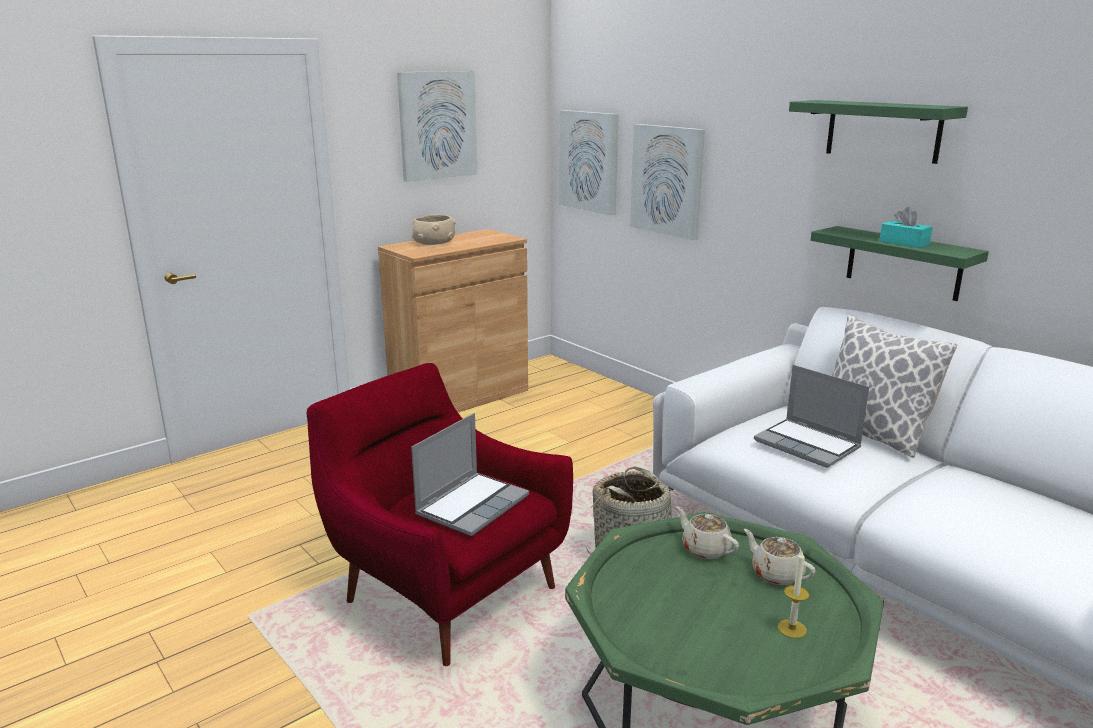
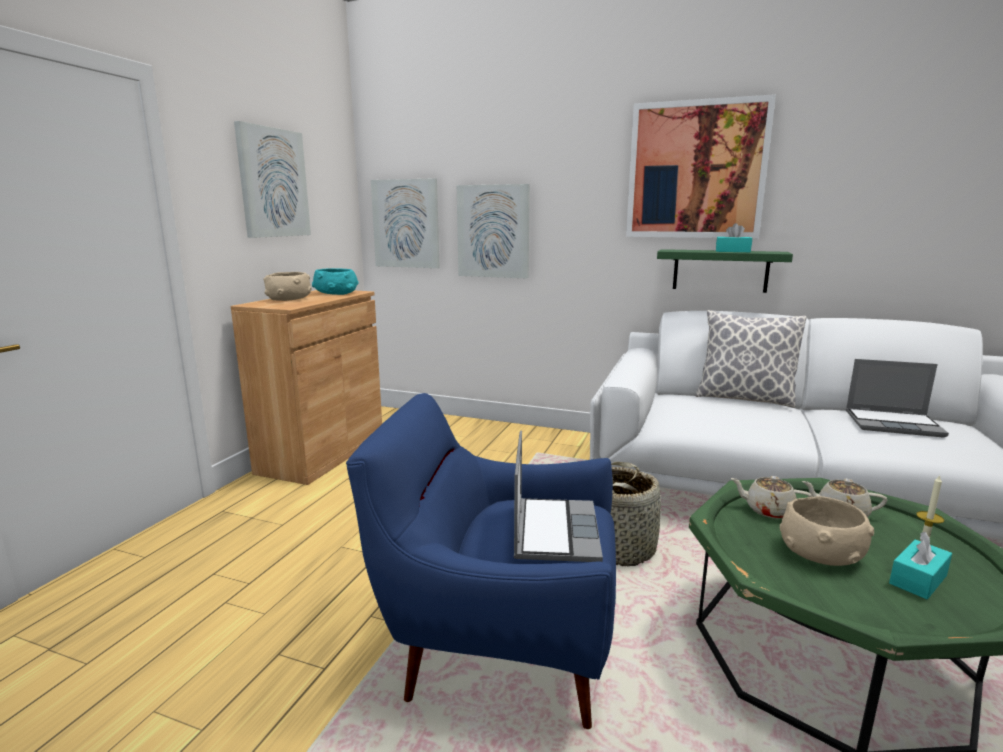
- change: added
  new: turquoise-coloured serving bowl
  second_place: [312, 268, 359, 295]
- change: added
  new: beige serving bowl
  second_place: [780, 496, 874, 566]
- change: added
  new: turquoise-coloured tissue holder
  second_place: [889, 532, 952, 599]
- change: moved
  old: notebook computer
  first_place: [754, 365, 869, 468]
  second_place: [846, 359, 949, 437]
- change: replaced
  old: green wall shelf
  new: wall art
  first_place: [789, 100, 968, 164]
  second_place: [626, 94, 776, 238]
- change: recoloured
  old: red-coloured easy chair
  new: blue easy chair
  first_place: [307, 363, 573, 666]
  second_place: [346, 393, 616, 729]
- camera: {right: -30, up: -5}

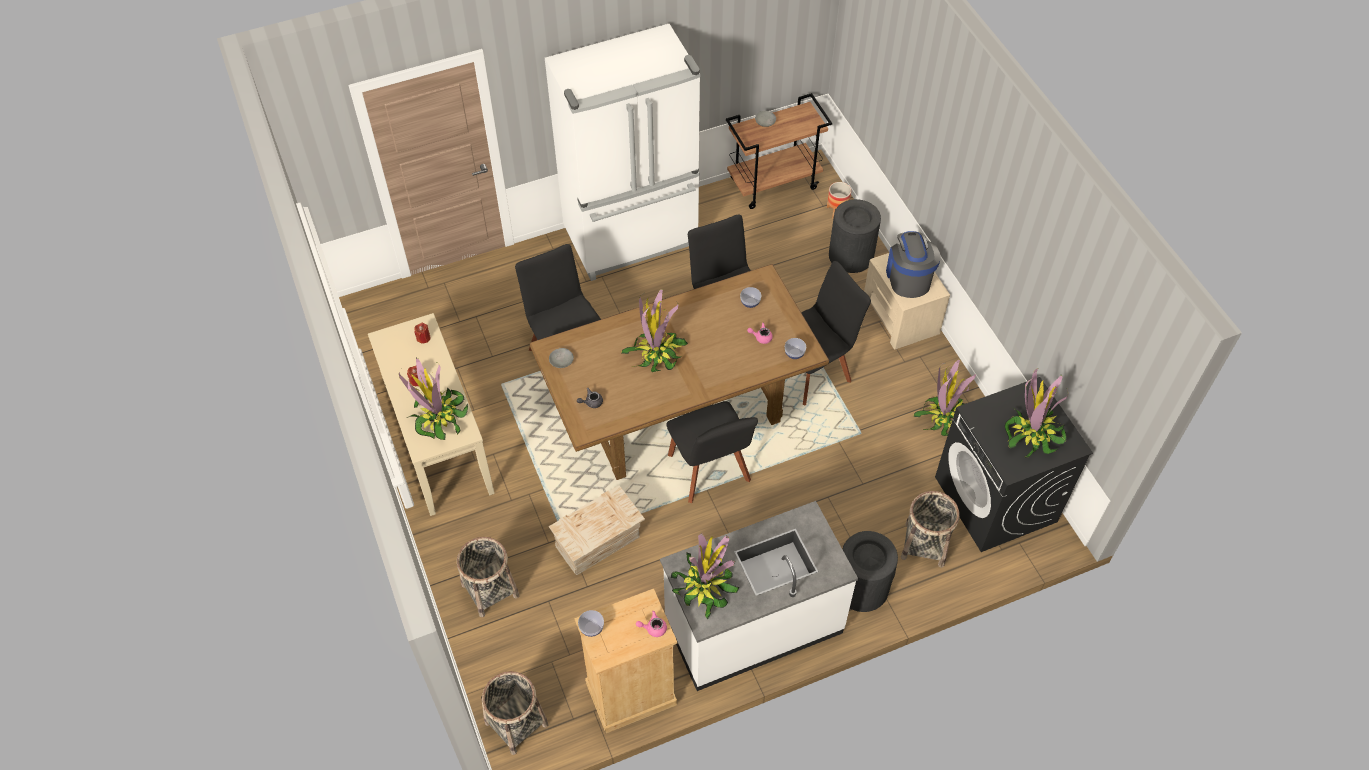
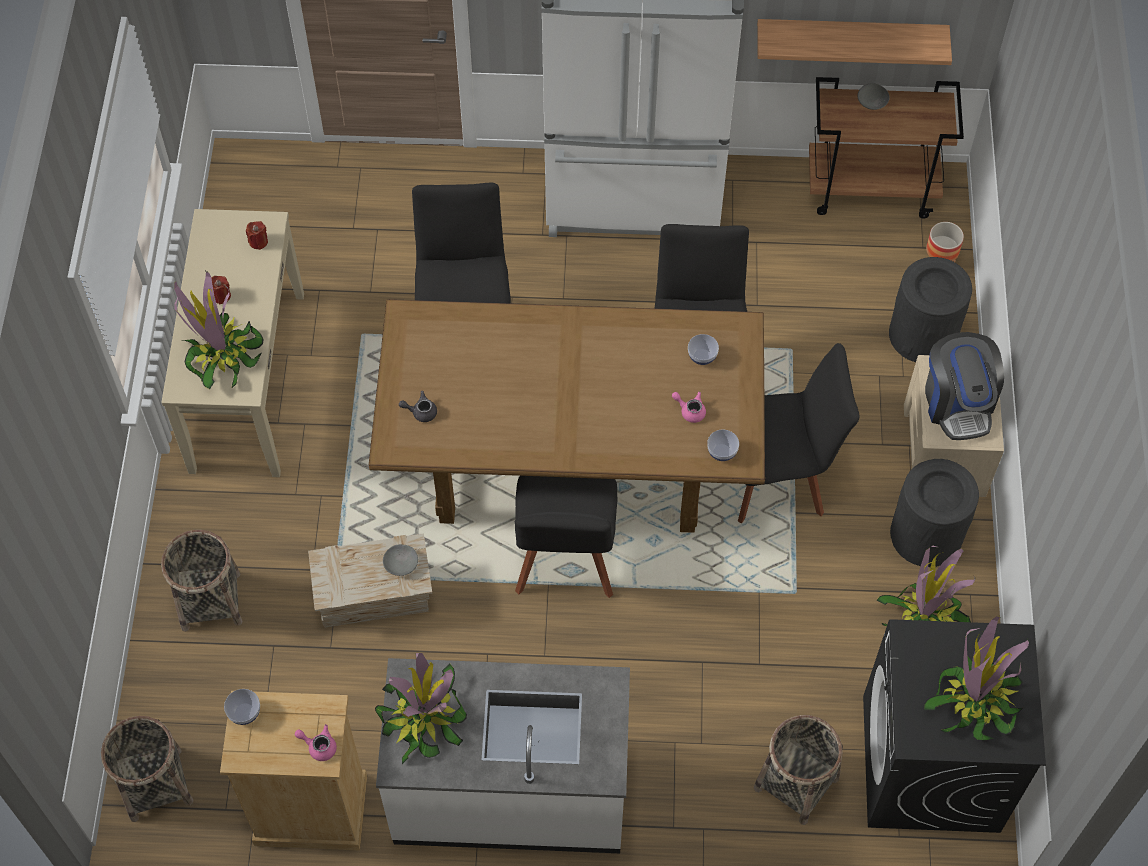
- change: removed
  old: plant in a pot
  first_place: [621, 289, 688, 372]
- change: added
  new: wall shelf
  second_place: [757, 19, 952, 65]
- change: moved
  old: gray serving bowl
  first_place: [549, 348, 574, 368]
  second_place: [383, 544, 418, 576]
- change: moved
  old: black trash can
  first_place: [842, 531, 898, 612]
  second_place: [890, 459, 979, 567]
- change: turned
  old: coffee maker
  first_place: [886, 231, 941, 298]
  second_place: [925, 332, 1004, 440]
  degrees: 150
- camera: {right: 25, up: 5}

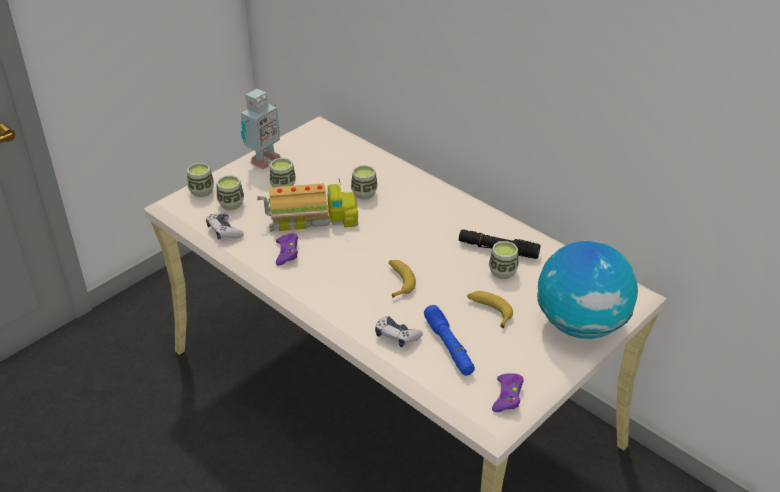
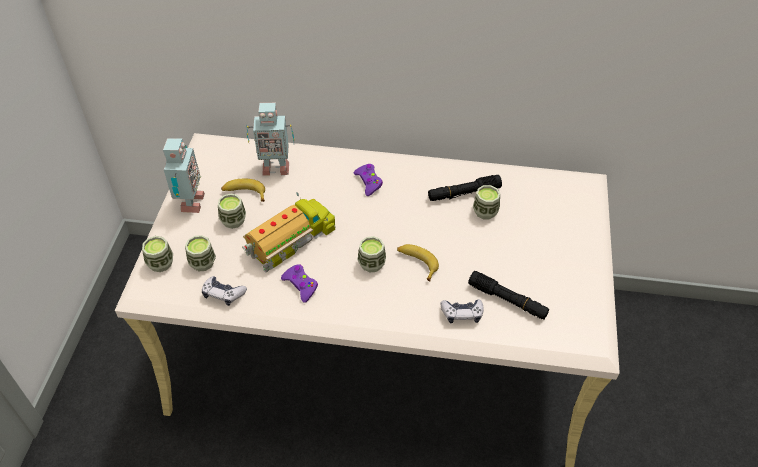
- change: removed
  old: world globe
  first_place: [537, 241, 638, 339]
- change: added
  new: model robot
  second_place: [246, 103, 294, 175]
- change: moved
  old: cup
  first_place: [351, 165, 378, 200]
  second_place: [357, 236, 386, 273]
- change: moved
  old: banana
  first_place: [468, 291, 513, 328]
  second_place: [221, 179, 265, 202]
- change: moved
  old: purplish joypad
  first_place: [492, 373, 524, 412]
  second_place: [354, 164, 383, 196]
- change: recoloured
  old: blue torch
  new: black torch
  first_place: [424, 305, 475, 376]
  second_place: [468, 271, 549, 320]
- camera: {right: -35, up: 10}

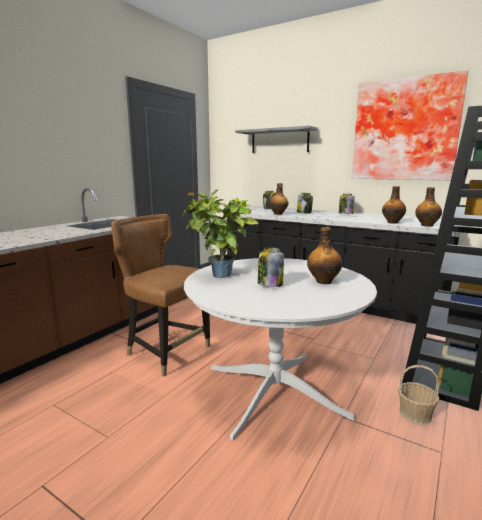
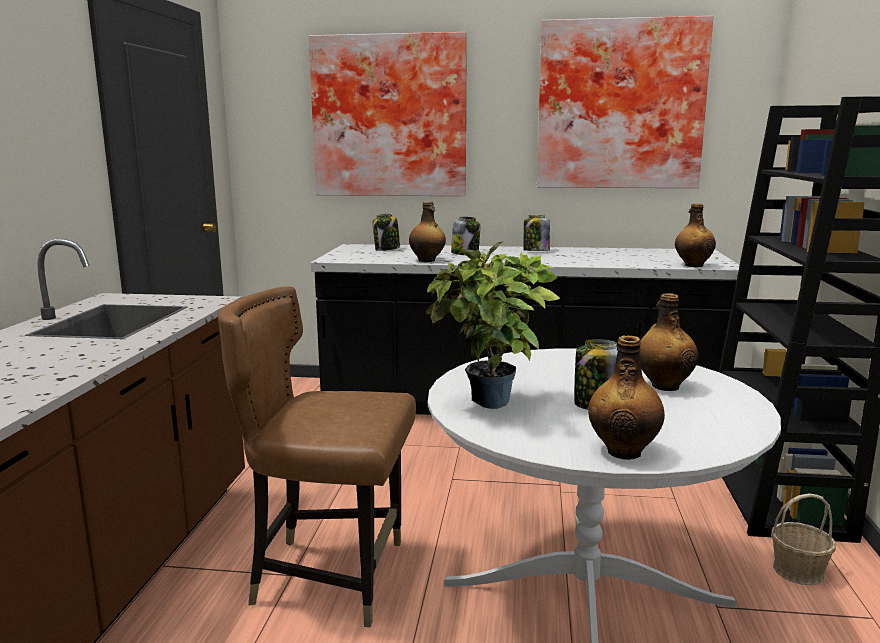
- change: moved
  old: bottle
  first_place: [382, 186, 406, 223]
  second_place: [588, 336, 665, 460]
- change: replaced
  old: gray wall shelf
  new: wall art
  first_place: [235, 126, 318, 153]
  second_place: [308, 32, 467, 196]
- camera: {right: -25, up: 0}

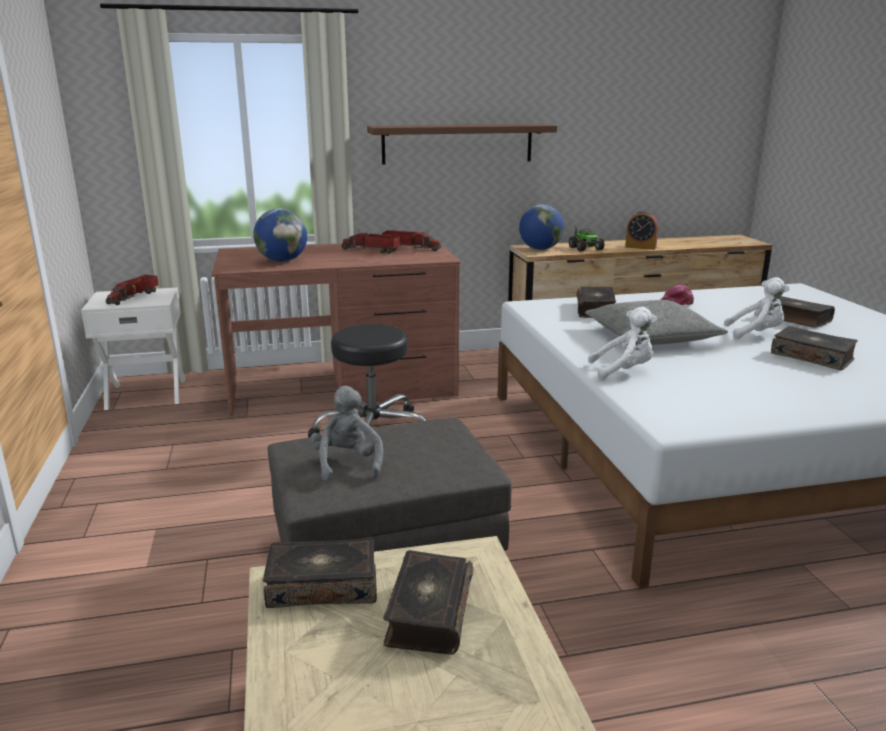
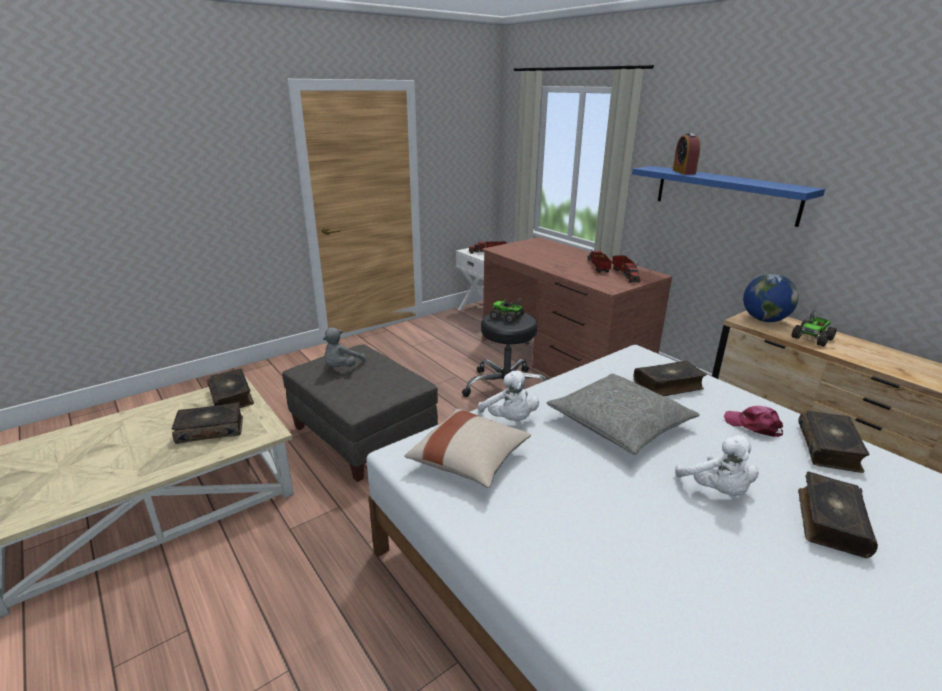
- change: removed
  old: world globe
  first_place: [253, 208, 307, 262]
- change: added
  new: beige pillow
  second_place: [404, 409, 531, 488]
- change: added
  new: toy lorry
  second_place: [489, 298, 524, 324]
- change: moved
  old: alarm clock
  first_place: [625, 210, 658, 250]
  second_place: [673, 133, 700, 174]
- change: moved
  old: book
  first_place: [771, 326, 858, 370]
  second_place: [799, 411, 869, 473]
- change: recoloured
  old: brown-coloured wall shelf
  new: blue wall shelf
  first_place: [367, 124, 557, 165]
  second_place: [632, 166, 825, 227]
- change: turned
  old: gray soft toy
  first_place: [310, 386, 383, 481]
  second_place: [323, 327, 366, 367]
  degrees: 150
- camera: {right: 65, up: 5}

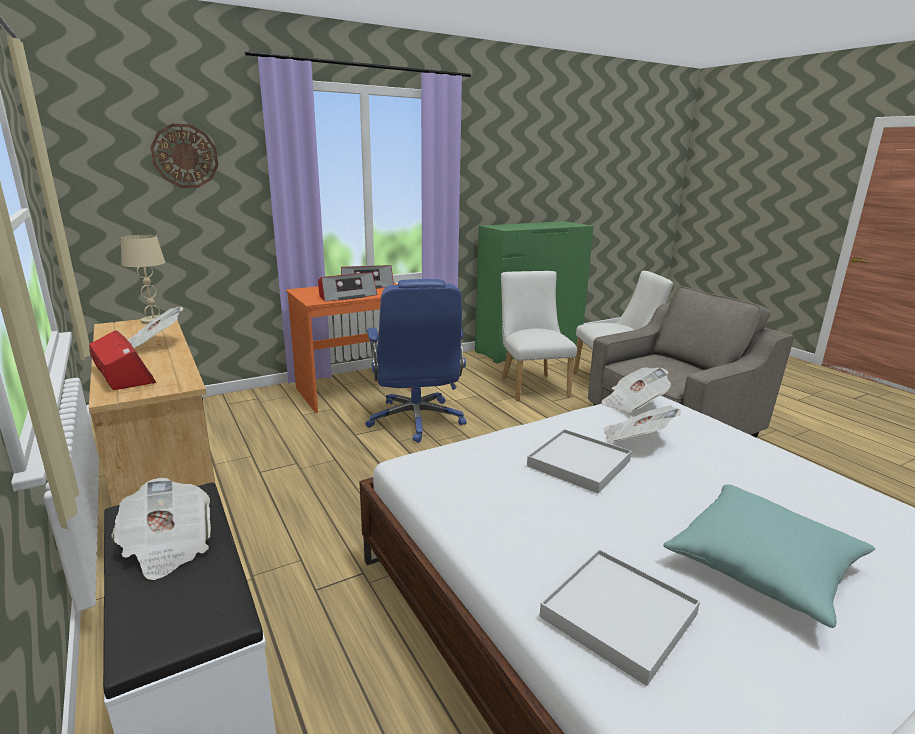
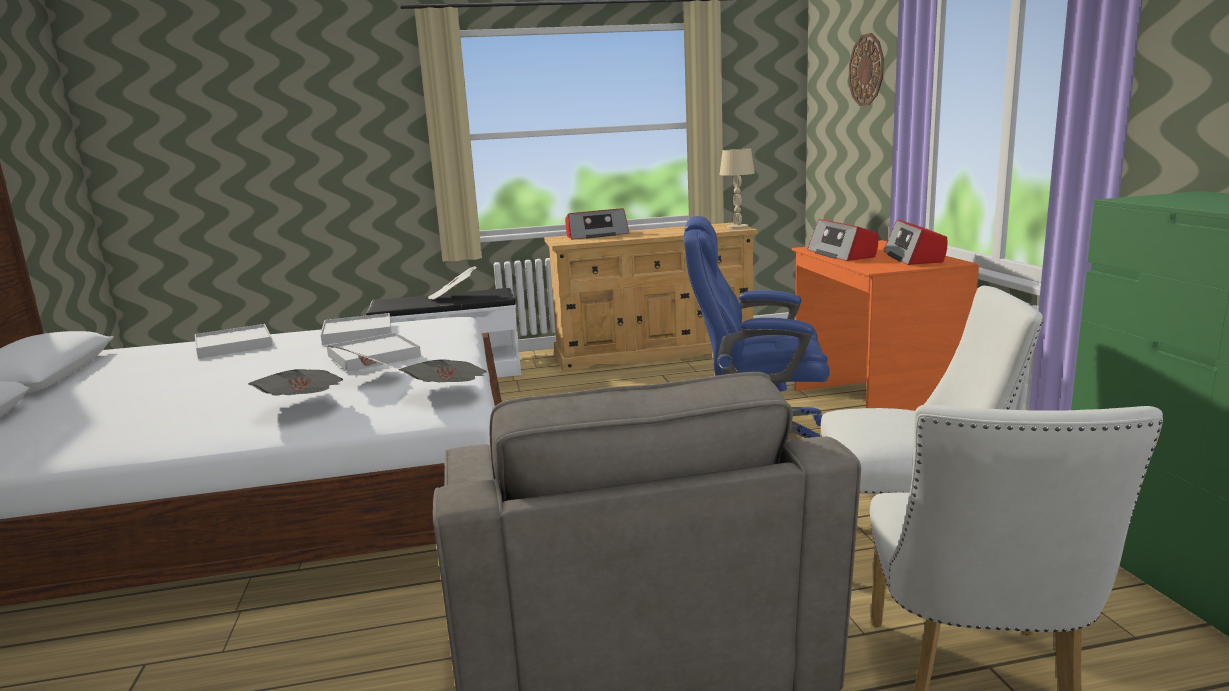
- change: removed
  old: turquoise-coloured pillow
  first_place: [663, 484, 875, 628]
- change: added
  new: whitish carrying tray
  second_place: [320, 313, 391, 345]
- change: moved
  old: daily paper
  first_place: [128, 307, 183, 348]
  second_place: [248, 369, 343, 396]
- camera: {right: 110, up: -5}

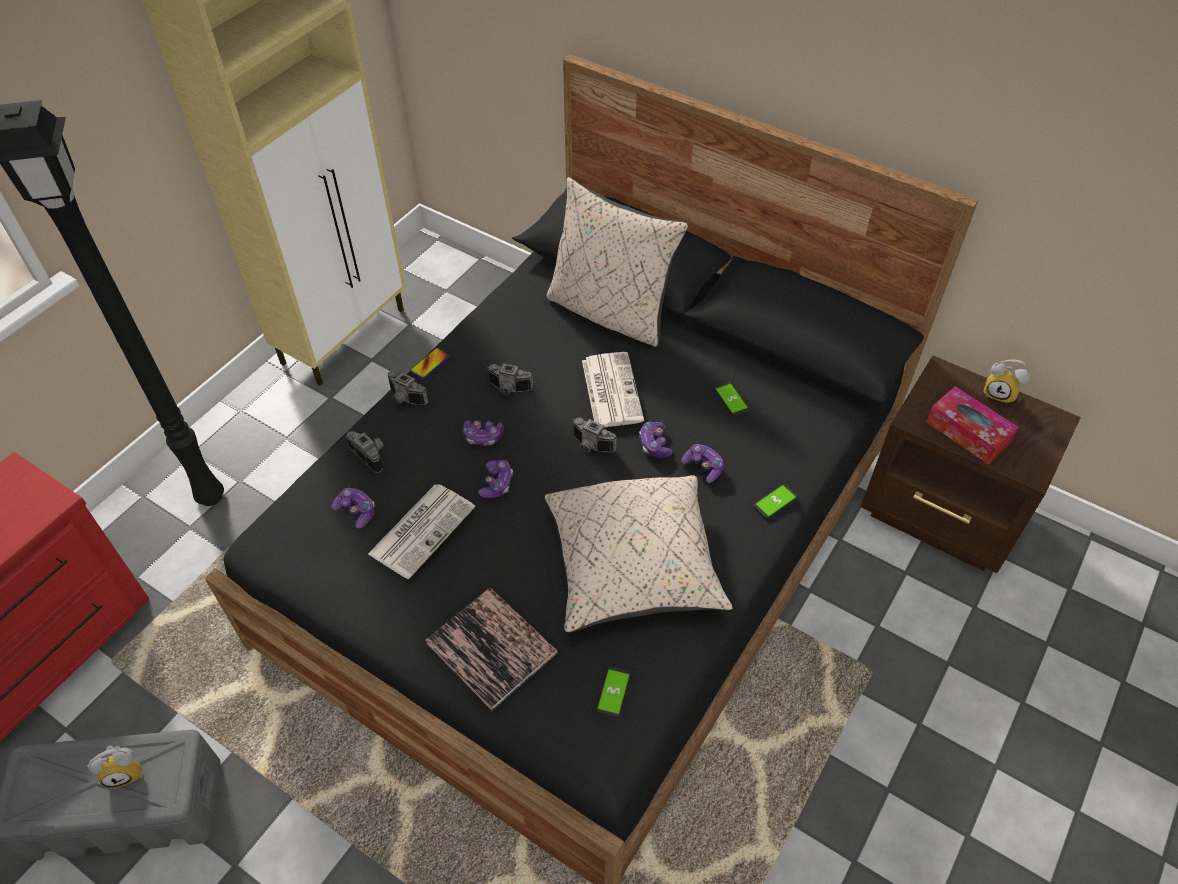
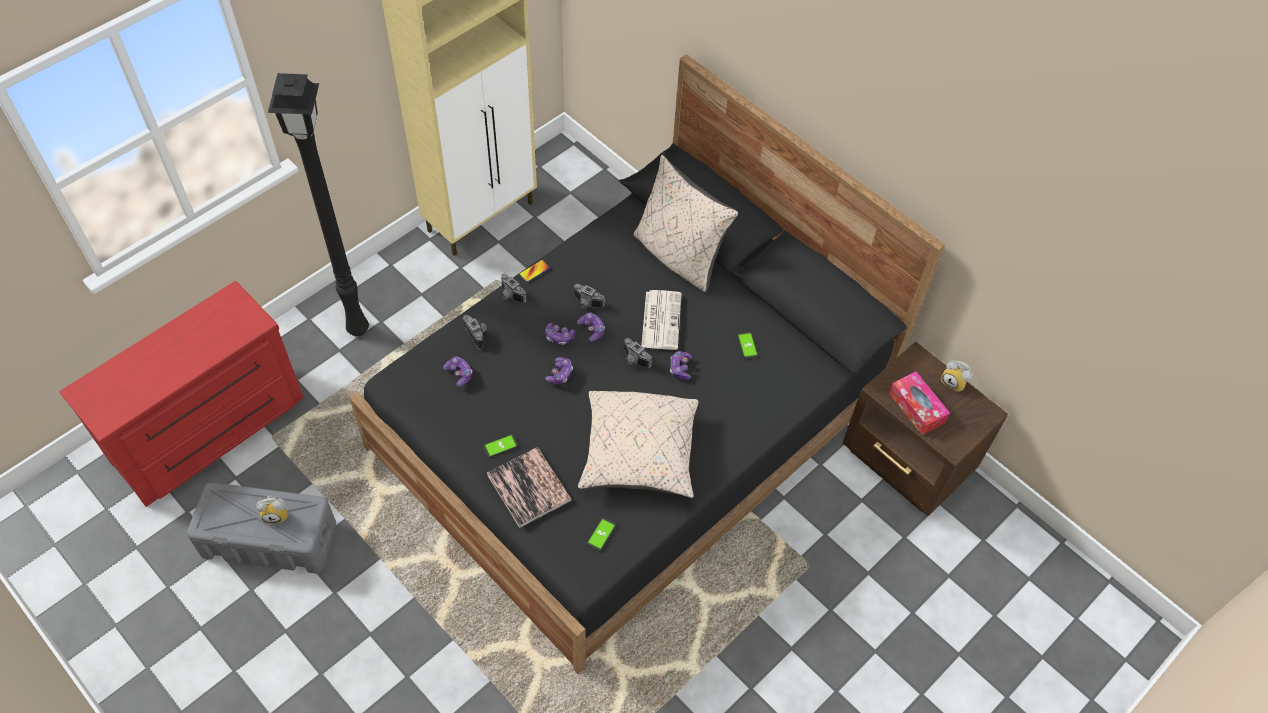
- change: removed
  old: daily paper
  first_place: [368, 484, 475, 579]
- change: moved
  old: joypad
  first_place: [681, 444, 724, 483]
  second_place: [577, 313, 605, 342]
- change: moved
  old: telephone
  first_place: [753, 484, 798, 519]
  second_place: [483, 434, 518, 458]
- camera: {right: 10, up: 5}

